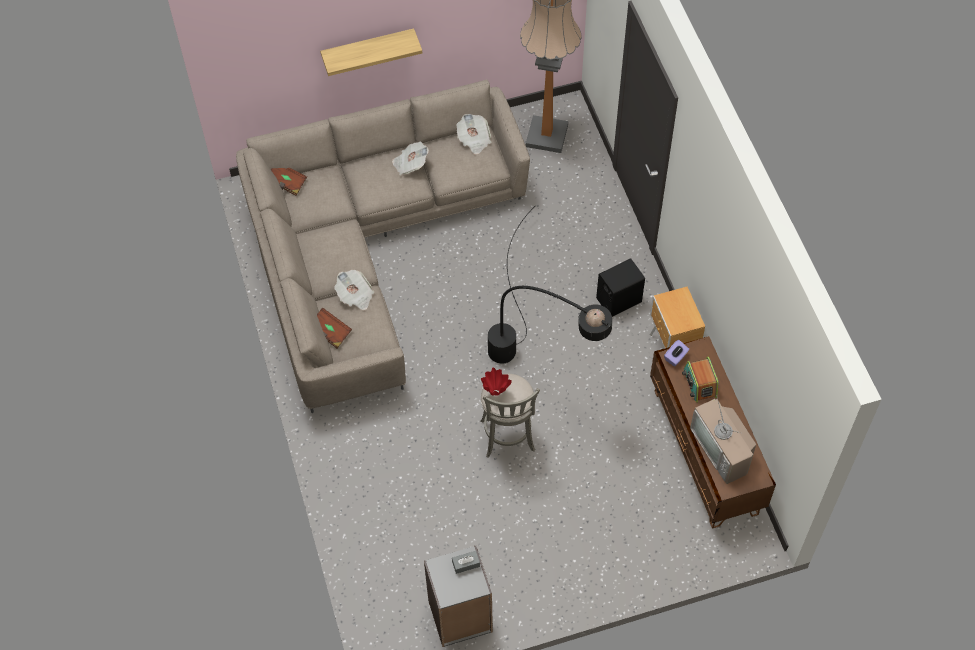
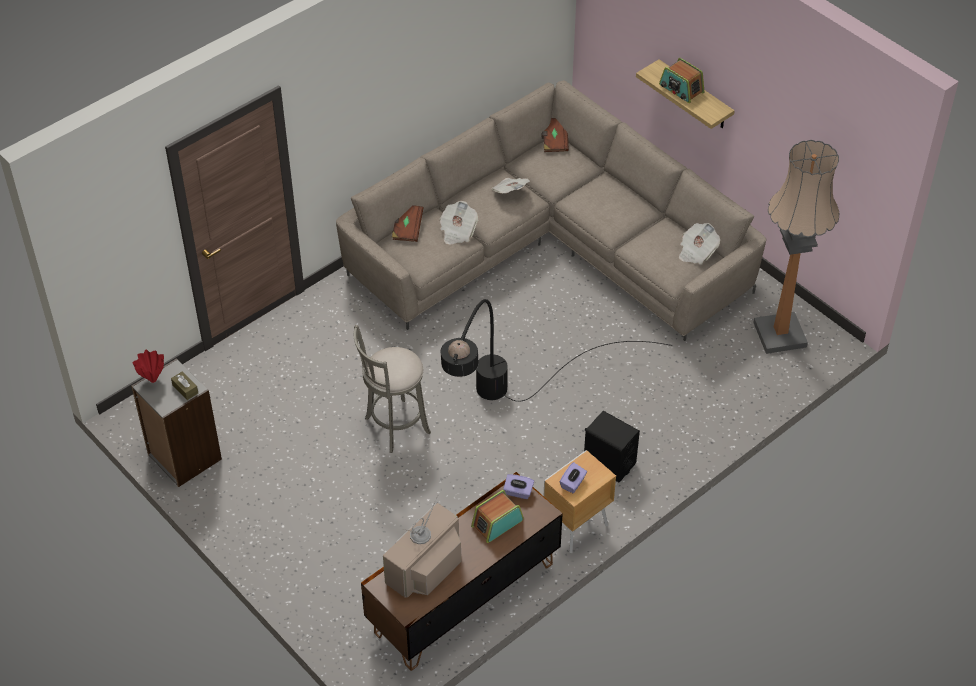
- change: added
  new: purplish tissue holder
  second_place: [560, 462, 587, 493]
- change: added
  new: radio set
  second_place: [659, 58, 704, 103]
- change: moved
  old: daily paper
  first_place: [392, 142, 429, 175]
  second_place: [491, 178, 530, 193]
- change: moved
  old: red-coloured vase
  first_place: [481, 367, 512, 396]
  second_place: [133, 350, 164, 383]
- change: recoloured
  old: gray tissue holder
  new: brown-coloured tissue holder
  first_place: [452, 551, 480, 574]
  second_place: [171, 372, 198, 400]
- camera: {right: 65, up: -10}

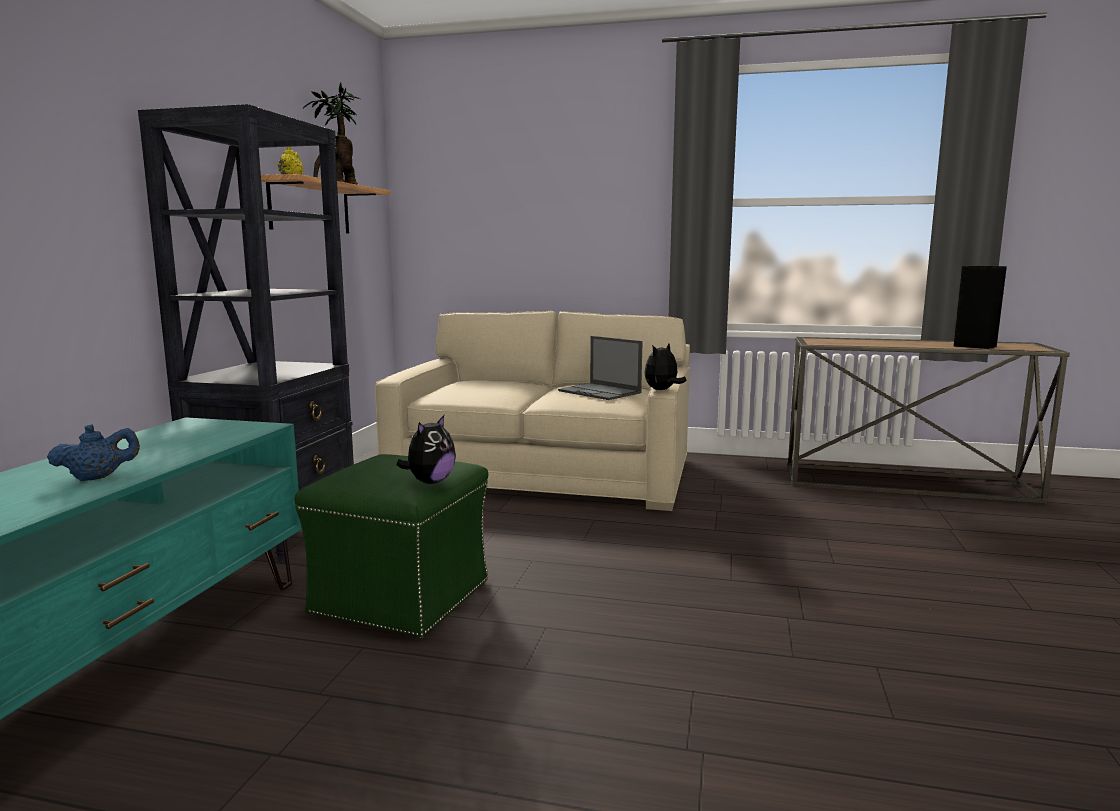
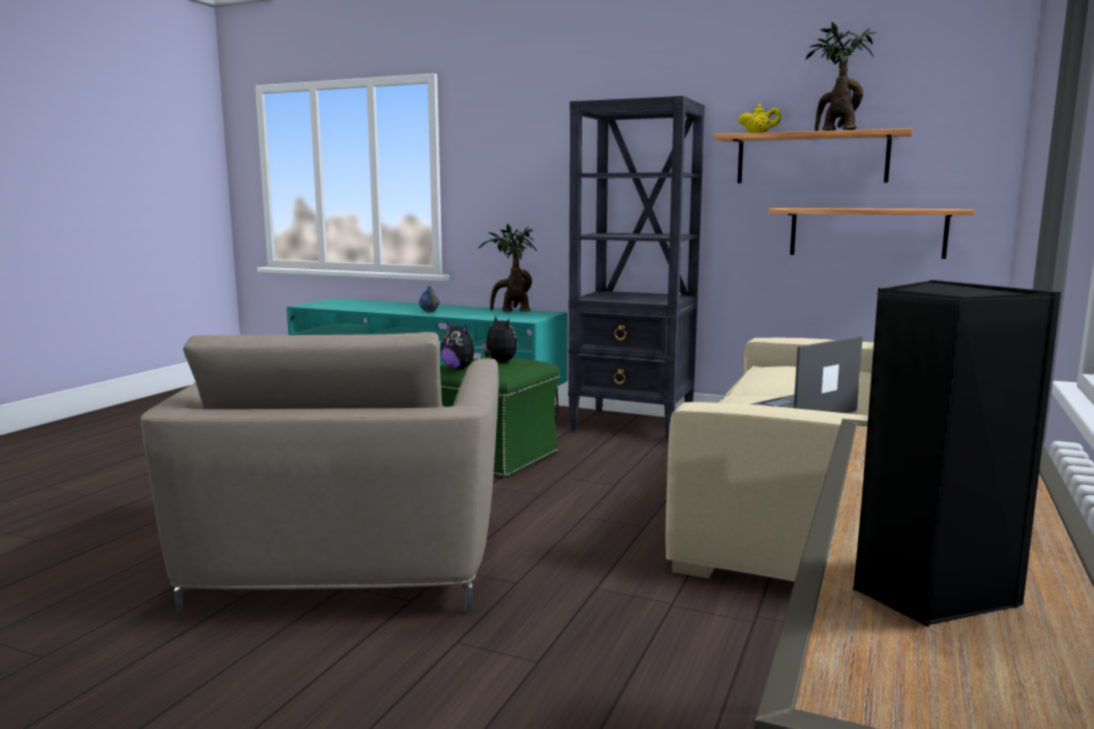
- change: added
  new: beige easy chair
  second_place: [140, 332, 499, 619]
- change: added
  new: plant in a pot
  second_place: [478, 224, 537, 312]
- change: added
  new: wall shelf
  second_place: [768, 208, 975, 259]
- change: moved
  old: soft toy
  first_place: [644, 344, 687, 390]
  second_place: [482, 315, 517, 362]
- camera: {right: 100, up: 0}

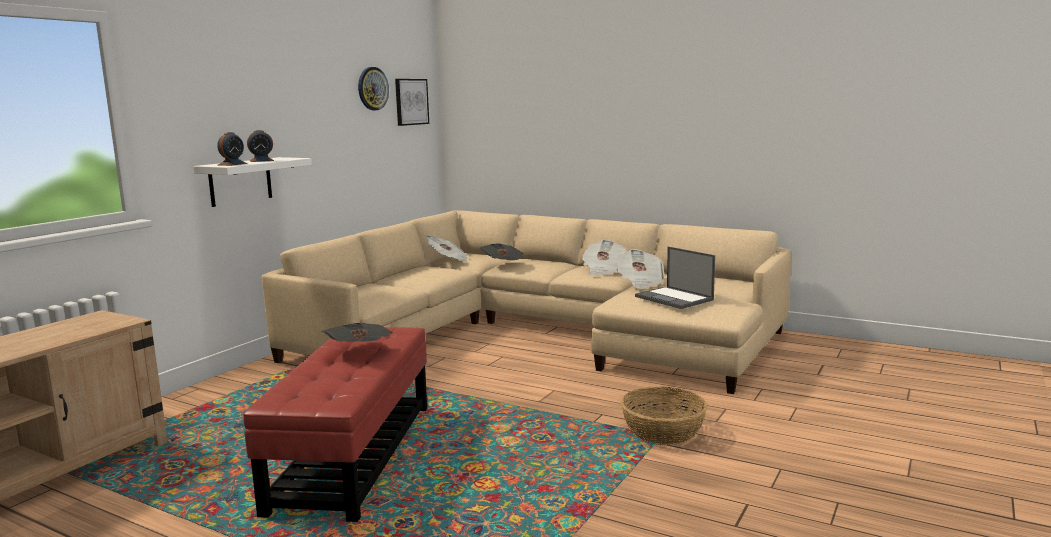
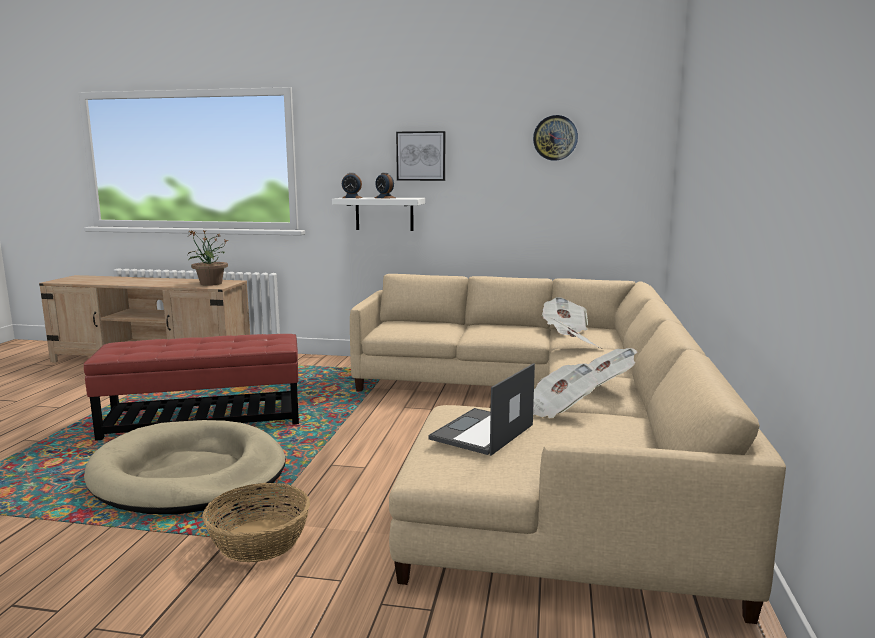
- change: removed
  old: daily paper
  first_place: [321, 323, 393, 342]
- change: added
  new: beige pet bed
  second_place: [84, 420, 286, 514]
- change: added
  new: plant in a pot
  second_place: [188, 229, 228, 286]
- change: moved
  old: wall art
  first_place: [395, 79, 429, 126]
  second_place: [396, 131, 445, 181]
- camera: {right: 70, up: 0}

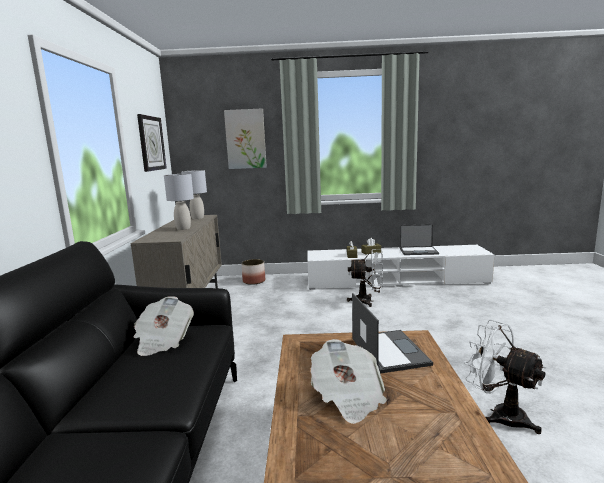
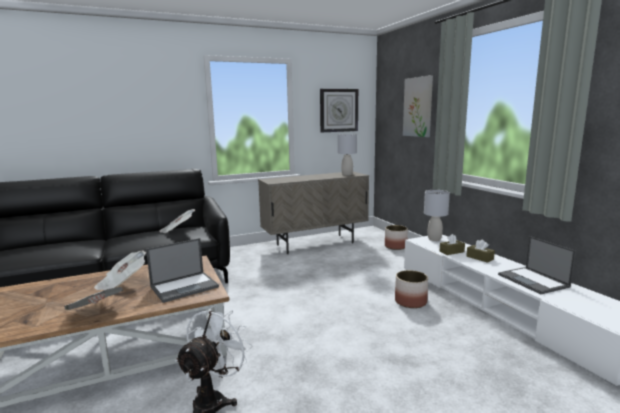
- change: added
  new: daily paper
  second_place: [65, 287, 123, 310]
- change: moved
  old: gray tabletop lamp
  first_place: [164, 173, 194, 230]
  second_place: [424, 190, 450, 241]
- change: replaced
  old: whitish fan
  new: planter
  first_place: [347, 249, 383, 307]
  second_place: [395, 270, 428, 308]
- camera: {right: 65, up: 0}

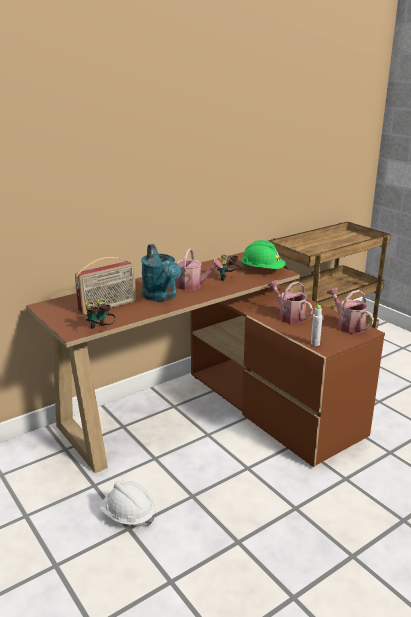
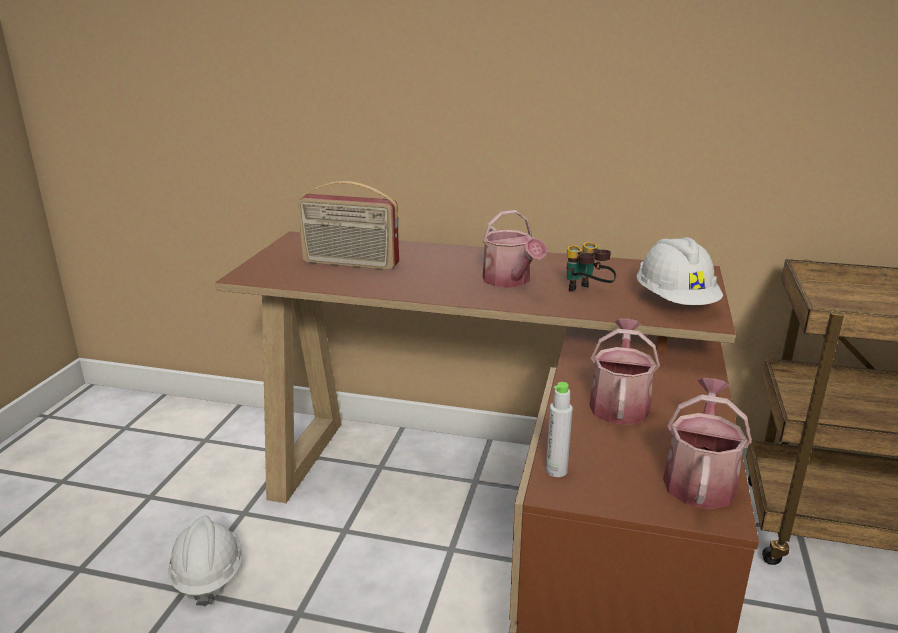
- change: removed
  old: field glasses
  first_place: [85, 299, 115, 329]
- change: removed
  old: turquoise-coloured watering can
  first_place: [141, 244, 181, 301]
- change: recoloured
  old: green safety helmet
  new: whitish safety helmet
  first_place: [240, 240, 285, 269]
  second_place: [637, 237, 723, 305]
- camera: {right: 50, up: 0}

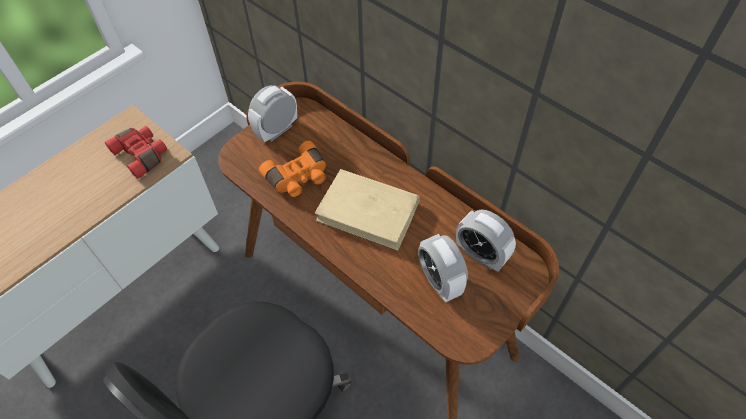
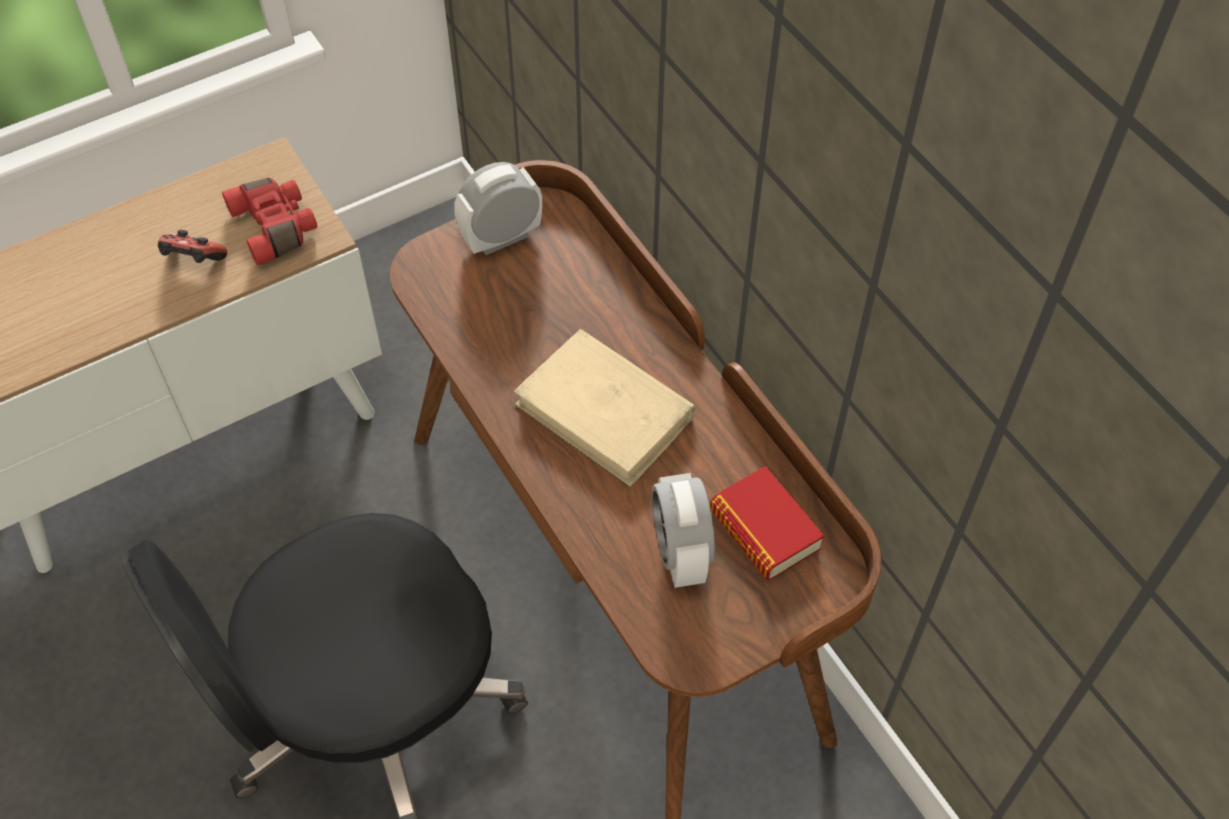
- change: removed
  old: orange-coloured field glasses
  first_place: [259, 141, 326, 197]
- change: added
  new: joypad
  second_place: [158, 230, 227, 263]
- change: replaced
  old: alarm clock
  new: book
  first_place: [456, 210, 516, 272]
  second_place: [710, 466, 824, 580]
- camera: {right: 15, up: 0}

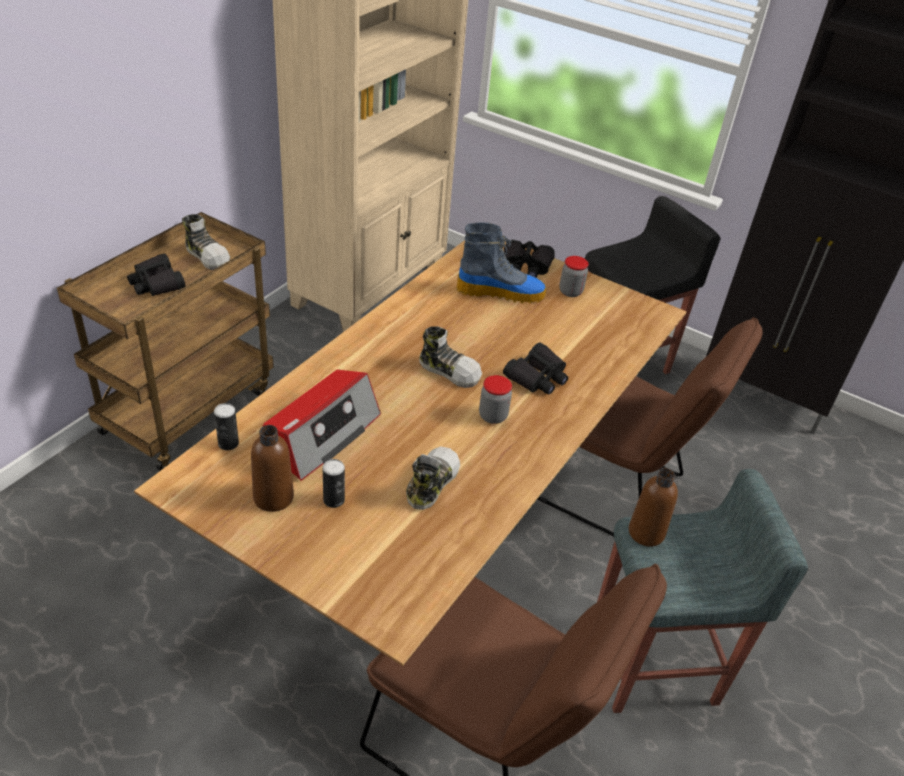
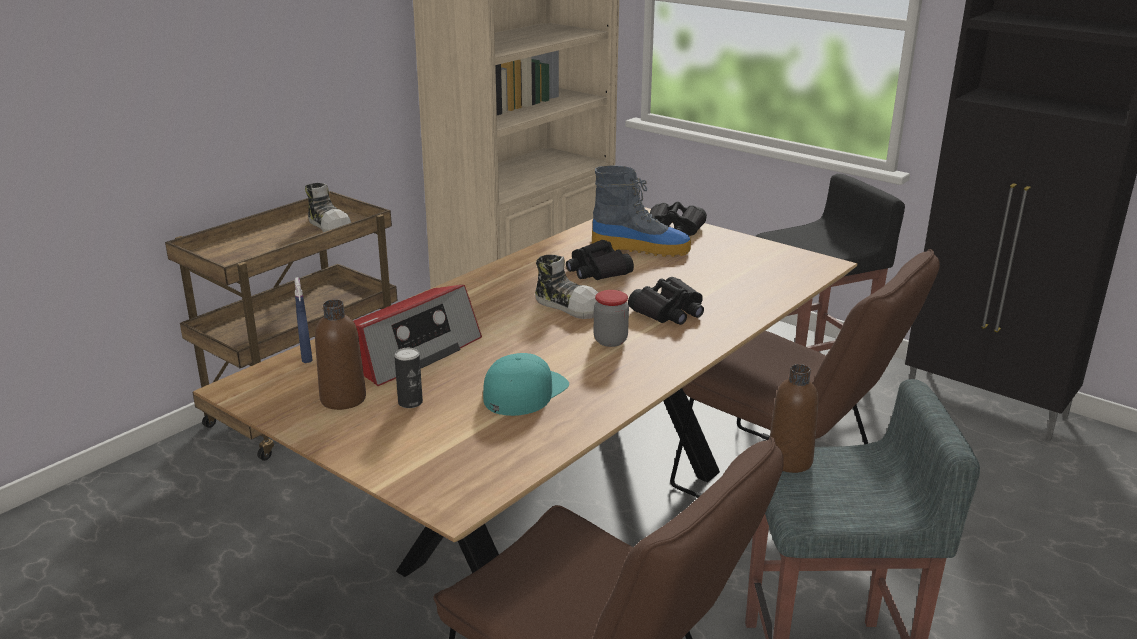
- change: removed
  old: preserve jar
  first_place: [559, 256, 589, 297]
- change: moved
  old: black field glasses
  first_place: [127, 253, 185, 296]
  second_place: [566, 240, 634, 280]
- change: replaced
  old: metal can
  new: blue spray bottle
  first_place: [214, 403, 239, 450]
  second_place: [294, 277, 312, 363]
- change: replaced
  old: item of footwear
  new: turquoise-coloured peaked cap
  first_place: [406, 446, 460, 510]
  second_place: [483, 353, 569, 416]
- camera: {right: 10, up: -15}

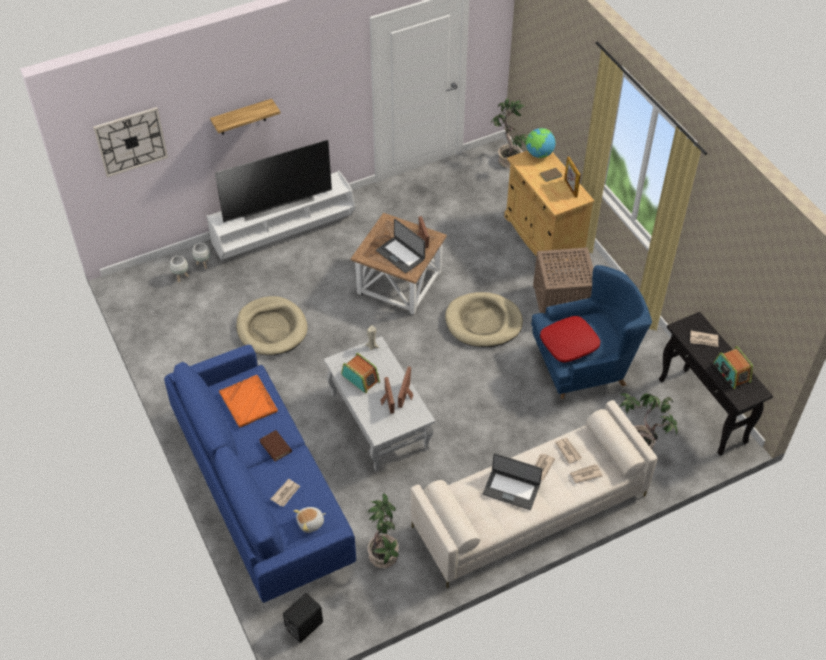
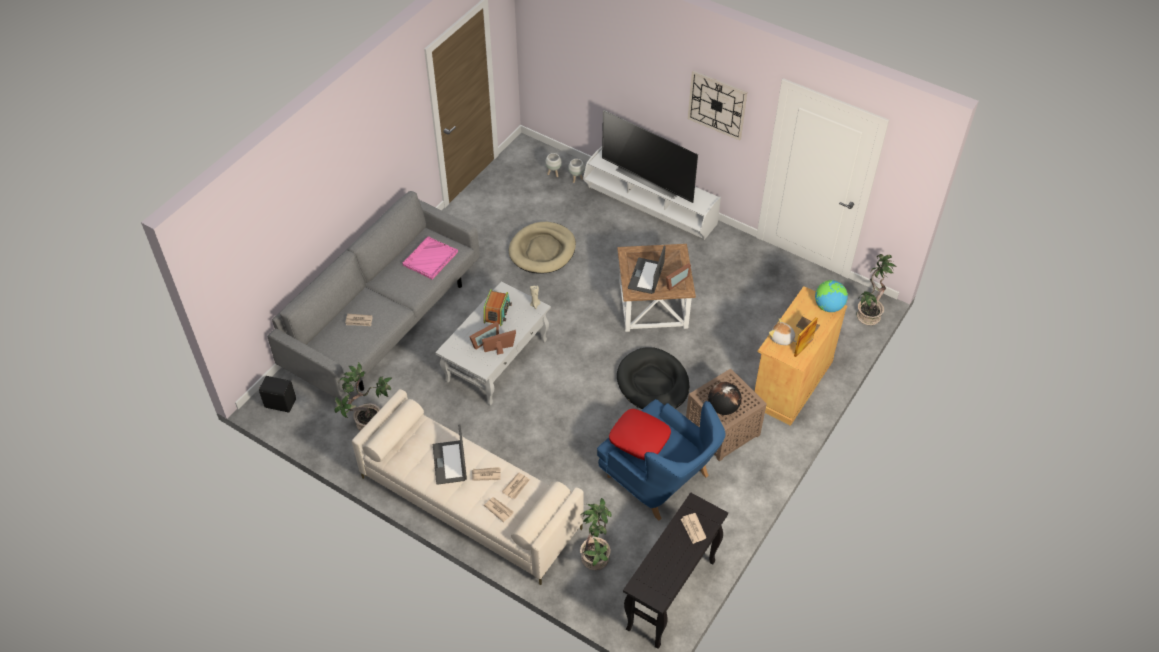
- change: removed
  old: wall shelf
  first_place: [210, 99, 281, 135]
- change: removed
  old: brown-coloured book
  first_place: [259, 430, 292, 462]
- change: removed
  old: radio set
  first_place: [714, 346, 753, 389]
- change: added
  new: world globe
  second_place: [708, 382, 742, 415]
- change: moved
  old: clock on the wall
  first_place: [93, 107, 168, 177]
  second_place: [688, 70, 747, 141]
- change: moved
  old: soft toy
  first_place: [294, 507, 326, 533]
  second_place: [769, 318, 797, 345]
- change: recoloured
  old: blue sofa
  new: gray sofa
  first_place: [164, 345, 356, 603]
  second_place: [268, 191, 480, 401]
- change: recoloured
  old: orange-coloured carrying tray
  new: pinkish carrying tray
  first_place: [219, 375, 278, 428]
  second_place: [402, 236, 458, 280]
- change: recoloured
  old: beige pet bed
  new: black pet bed
  first_place: [445, 292, 523, 347]
  second_place: [617, 347, 690, 409]
- camera: {right: 60, up: 0}

